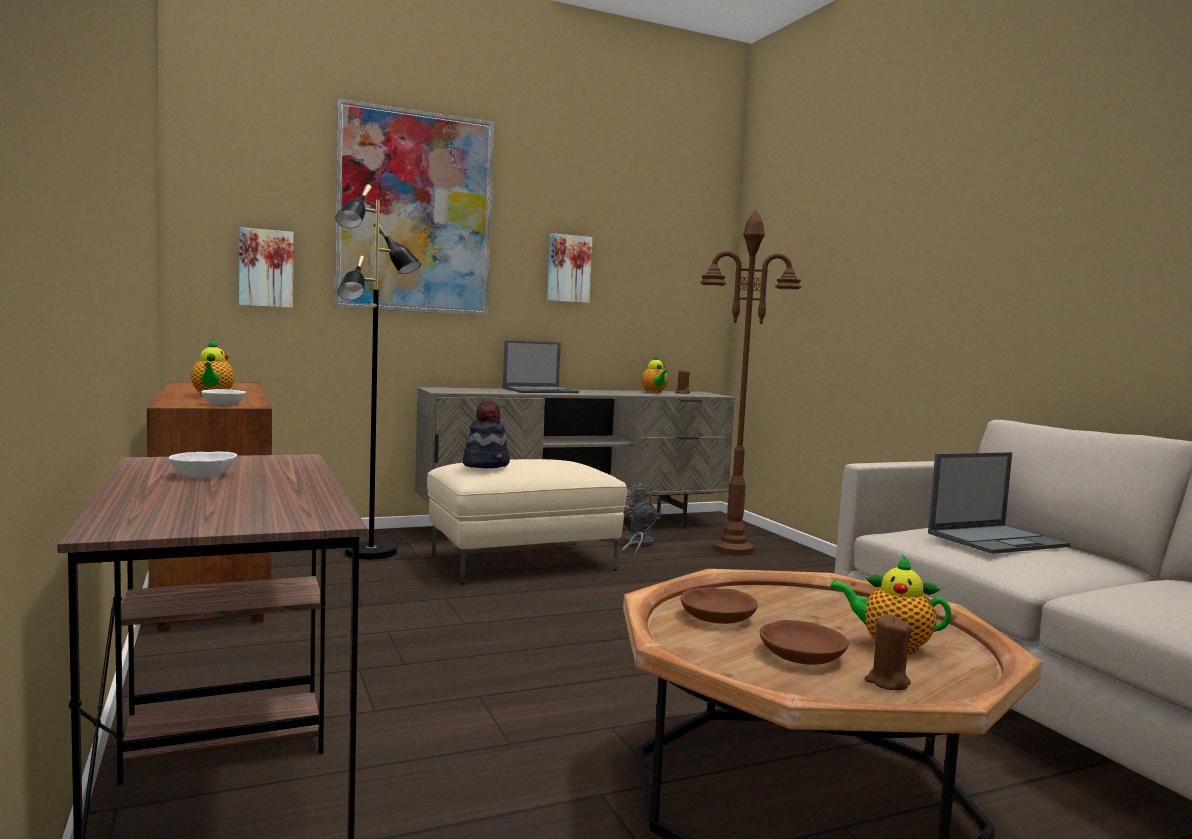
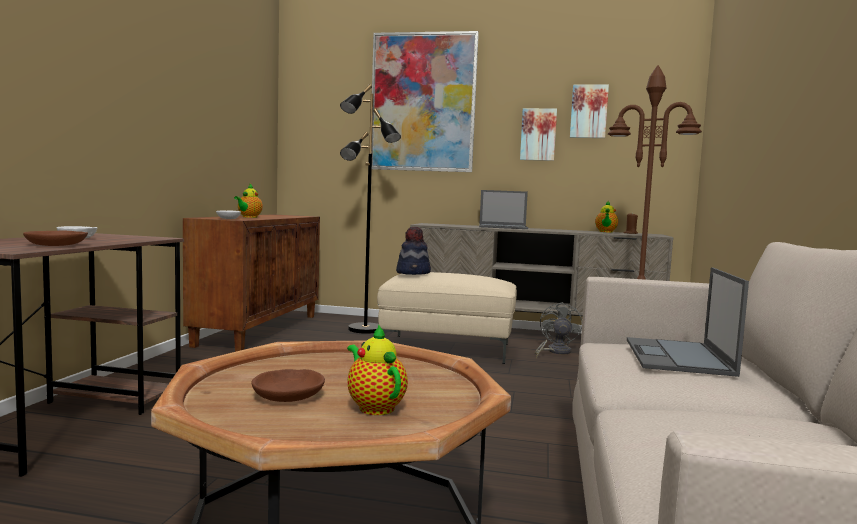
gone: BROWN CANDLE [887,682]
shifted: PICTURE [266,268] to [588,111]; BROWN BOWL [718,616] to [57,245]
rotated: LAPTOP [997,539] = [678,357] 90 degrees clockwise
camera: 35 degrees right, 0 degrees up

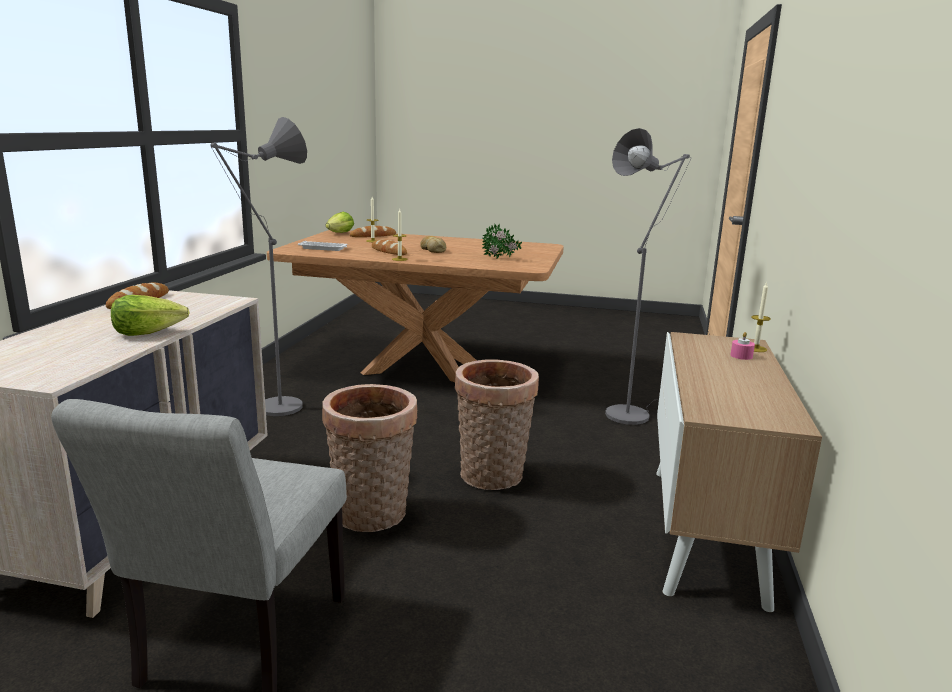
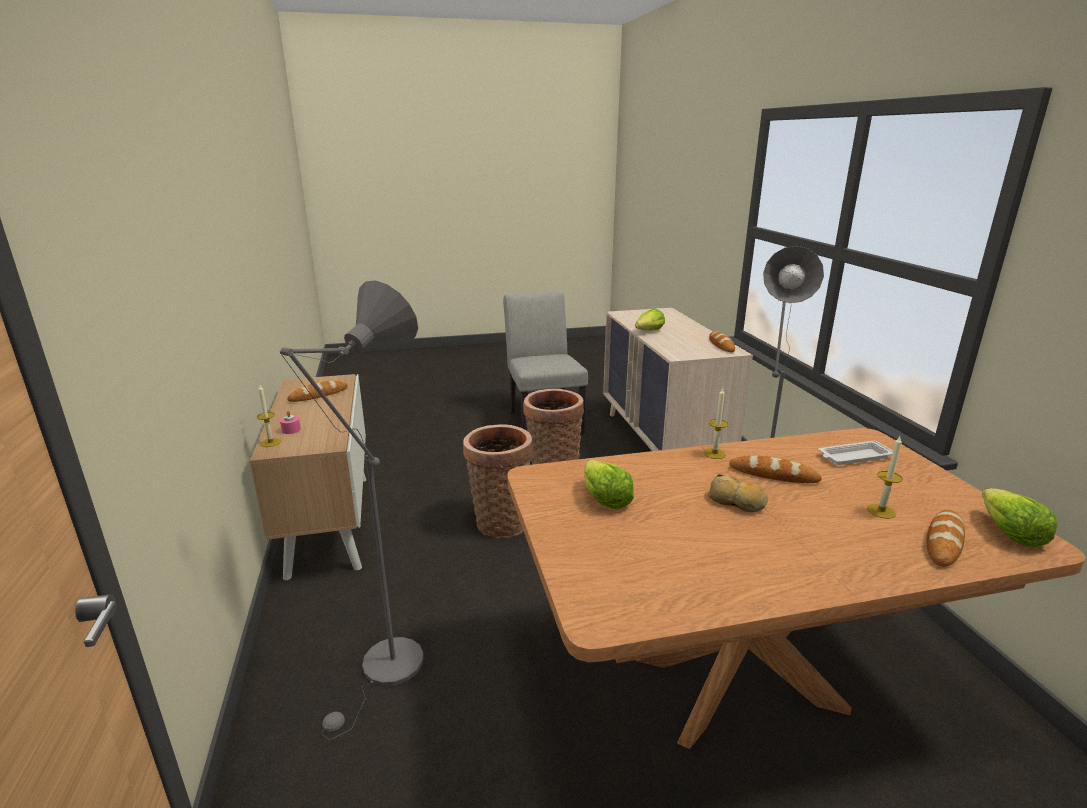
new: BREAD [318,395]
swapped: POTTED PLANT [501,259] to LETTUCE [604,499]
camera: 155 degrees right, 5 degrees up

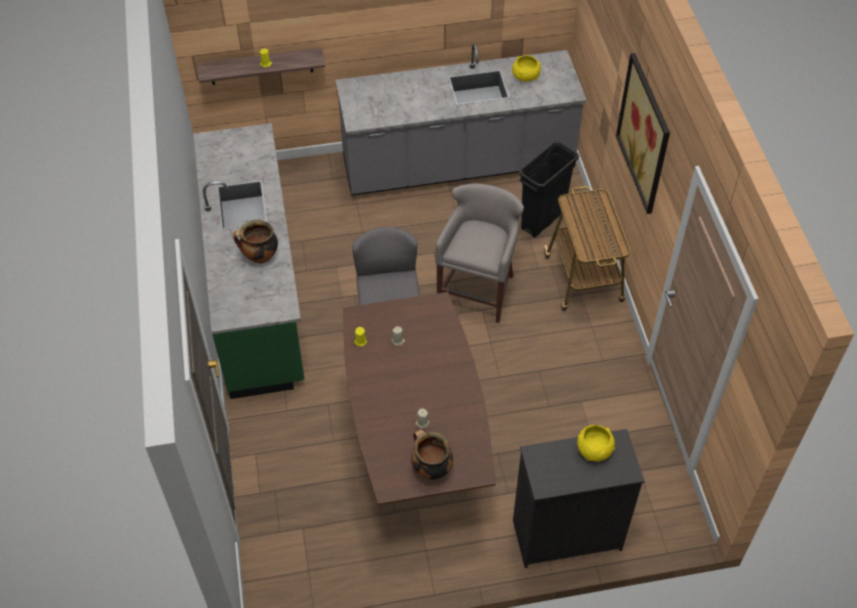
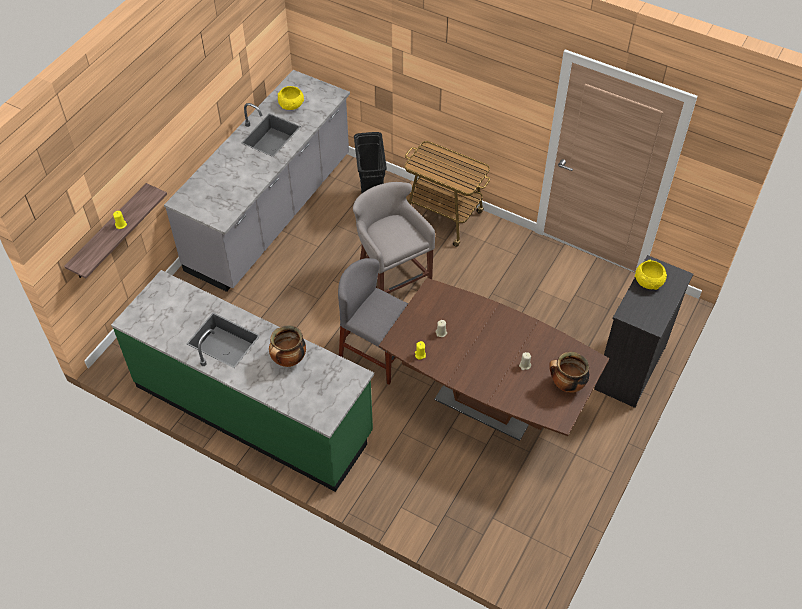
gone: PICTURE [644,133]
camera: 50 degrees left, 0 degrees up

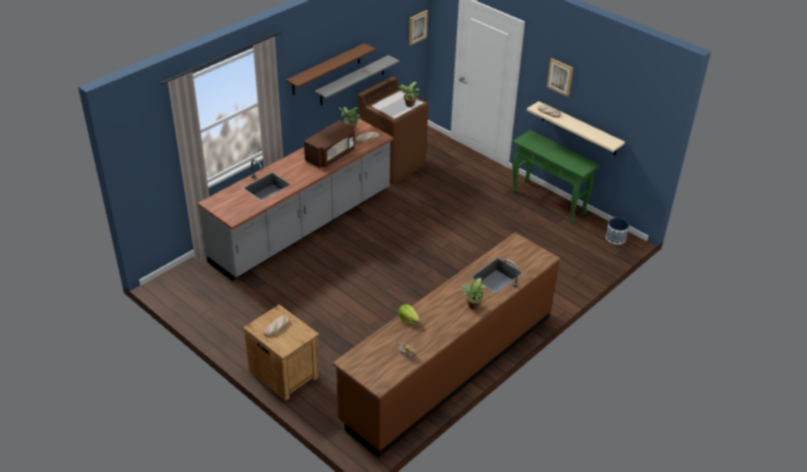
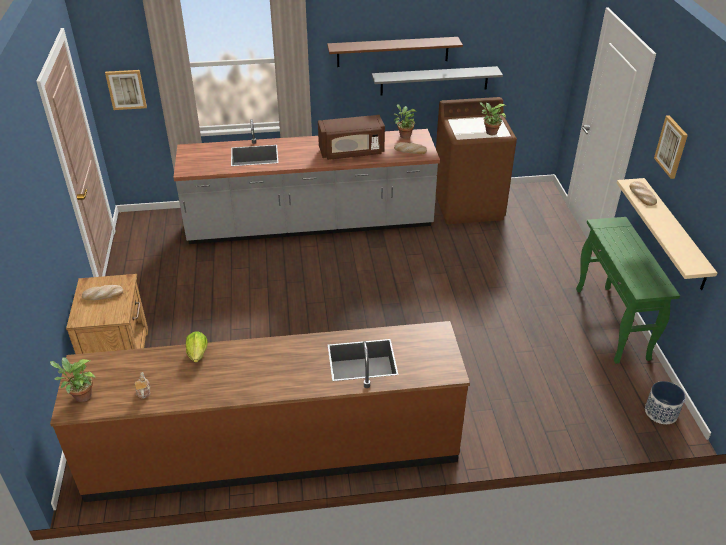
shifted: PICTURE [417,27] to [126,89]; POTTED PLANT [472,307] to [80,396]
camera: 40 degrees right, 0 degrees up

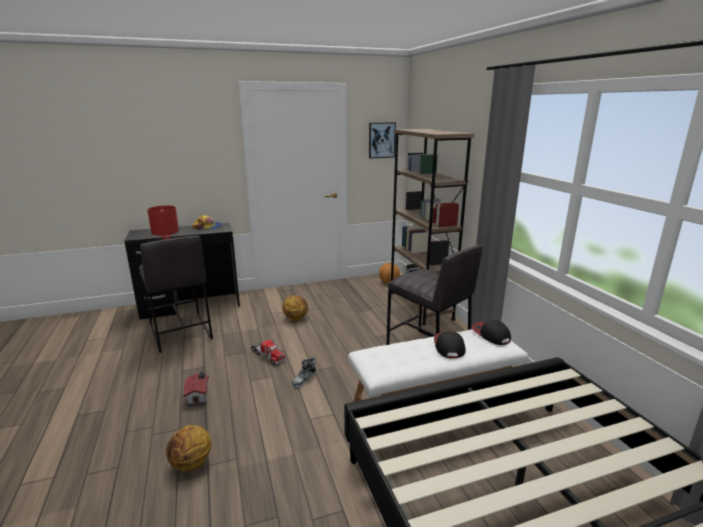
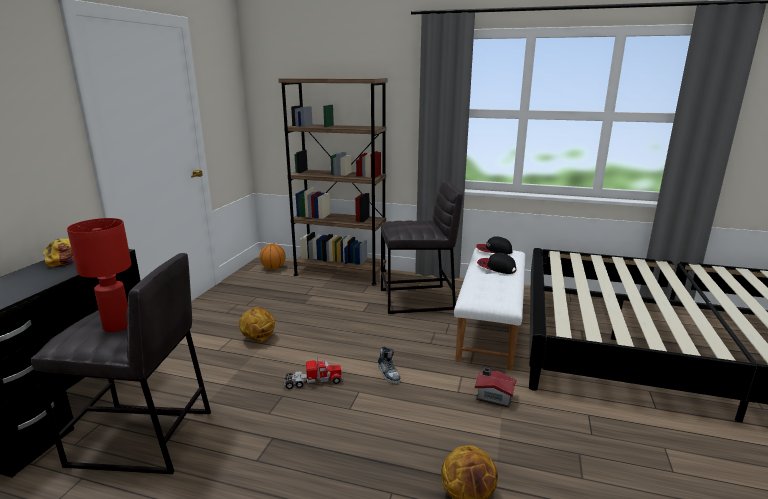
gone: PICTURE [381,140]
shifted: TOY HOUSE [199,396] to [493,396]
camera: 55 degrees left, 0 degrees up

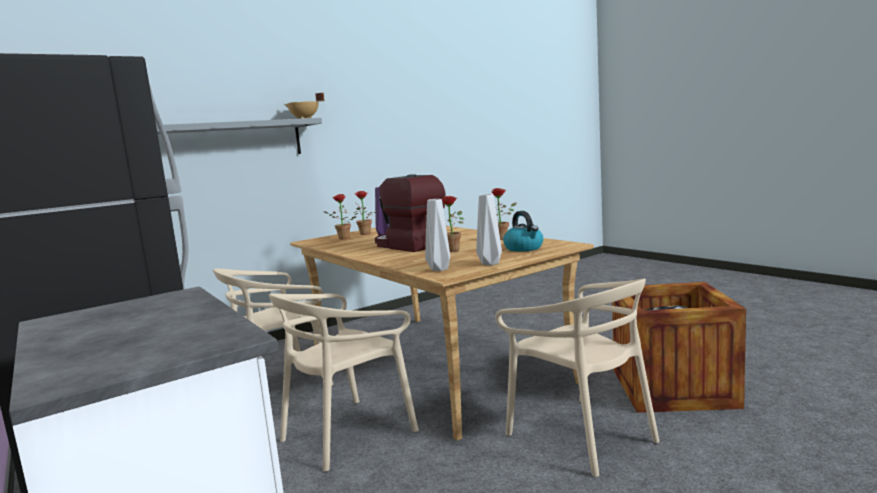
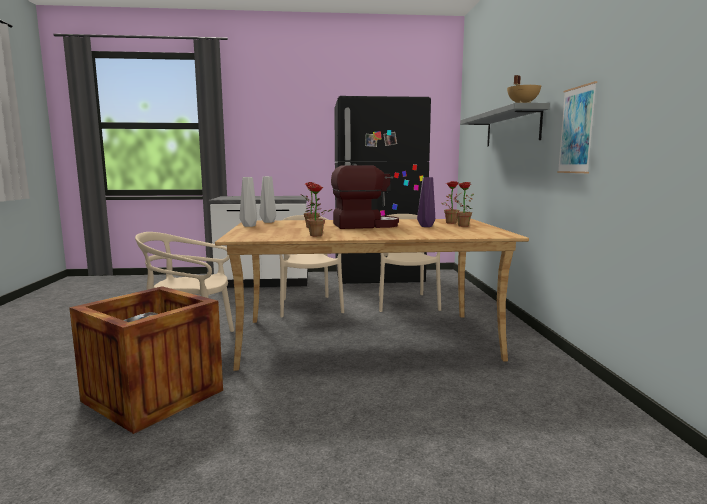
gone: KETTLE [524,248]
new: PICTURE [576,130]
camera: 120 degrees right, 0 degrees up

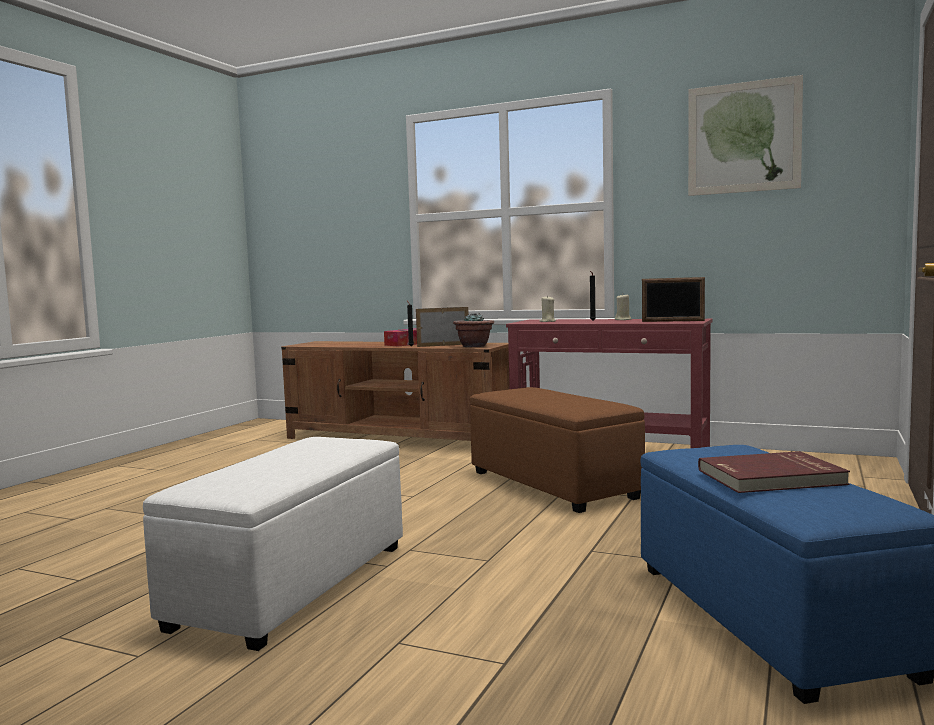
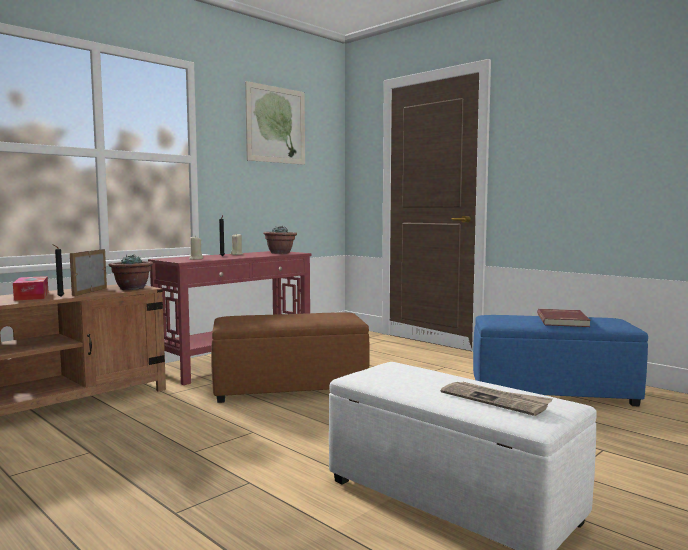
new: NEWSPAPER [495,400]
swapped: PICTURE FRAME [673,321] to POTTED PLANT [280,253]
camera: 70 degrees left, 0 degrees up

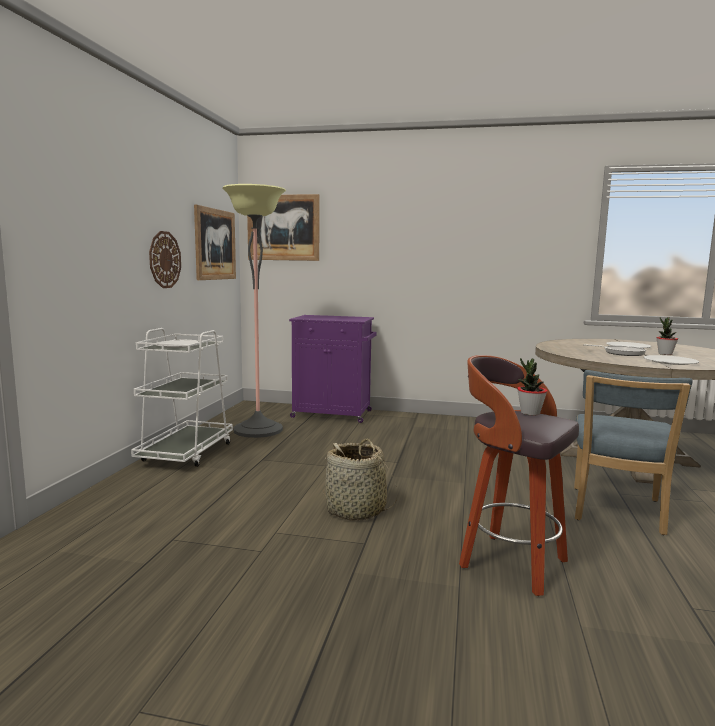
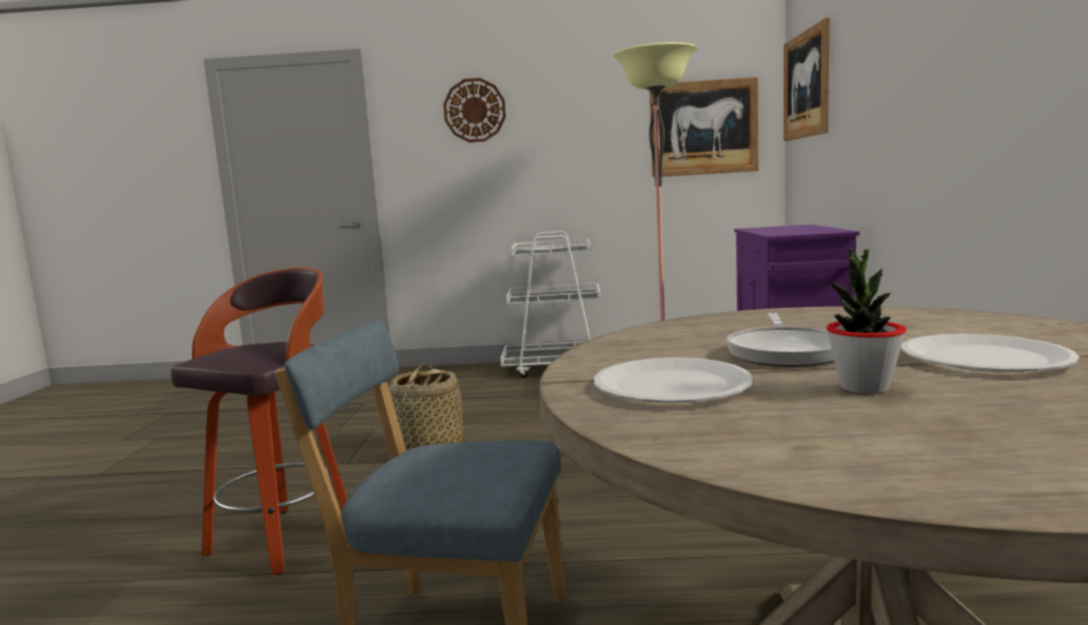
gone: POTTED PLANT [530,413]
shifted: WALL CLOCK [164,259] to [474,110]
camera: 80 degrees right, 0 degrees up

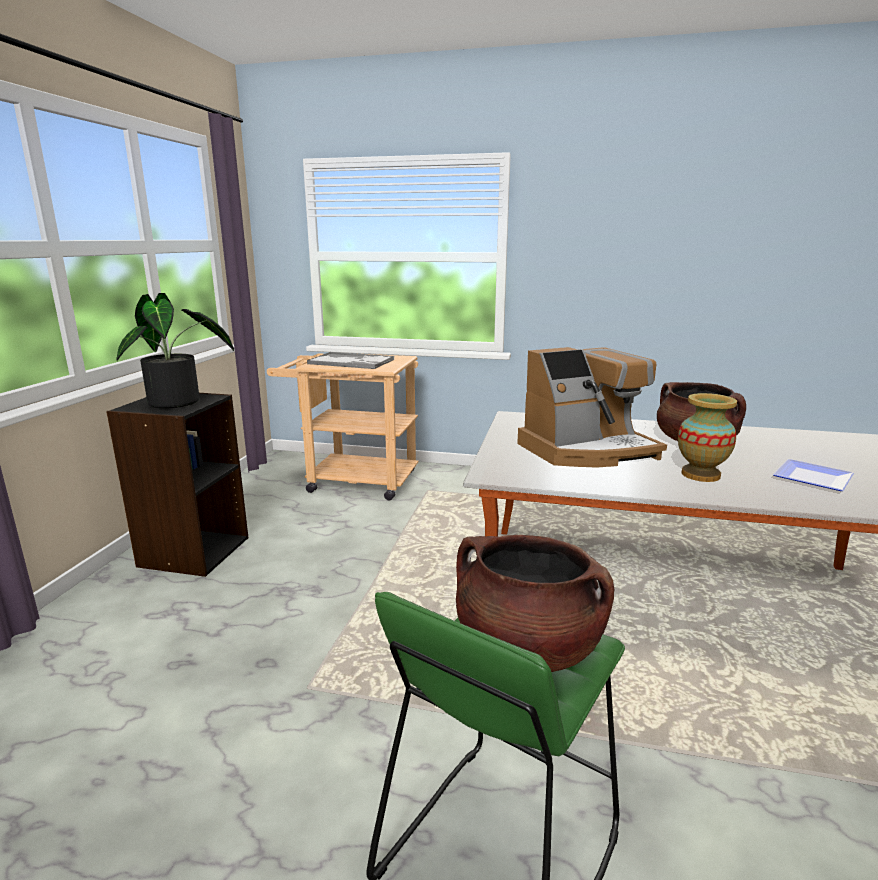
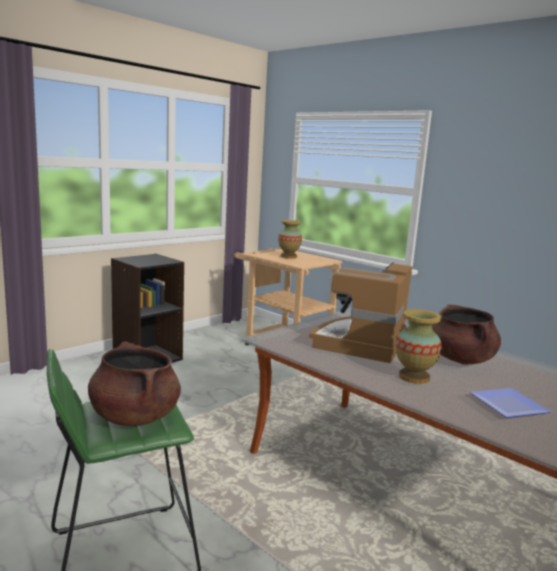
gone: POTTED PLANT [180,402]
swapped: TRAY [352,362] to VASE [289,257]
rotated: COFFEE MACHINE [587,450] = [361,343] 105 degrees clockwise
camera: 30 degrees right, 5 degrees down

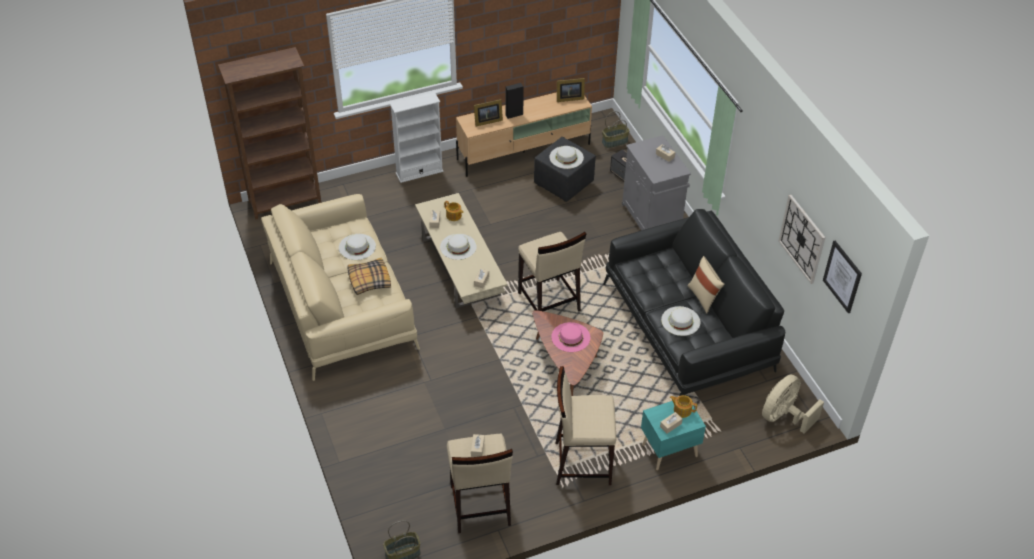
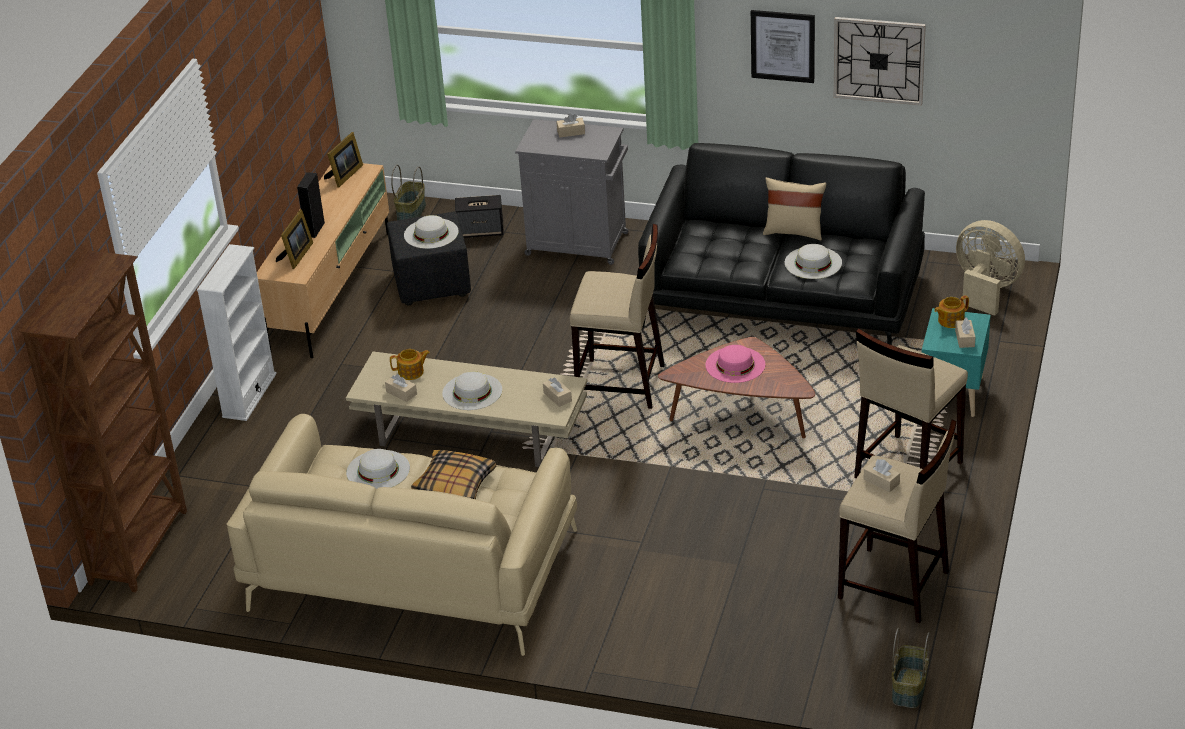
shifted: PICTURE [842,276] to [783,46]
rotated: BEIGE FAN [784,417] = [986,290] 135 degrees clockwise
camera: 50 degrees left, 10 degrees down

